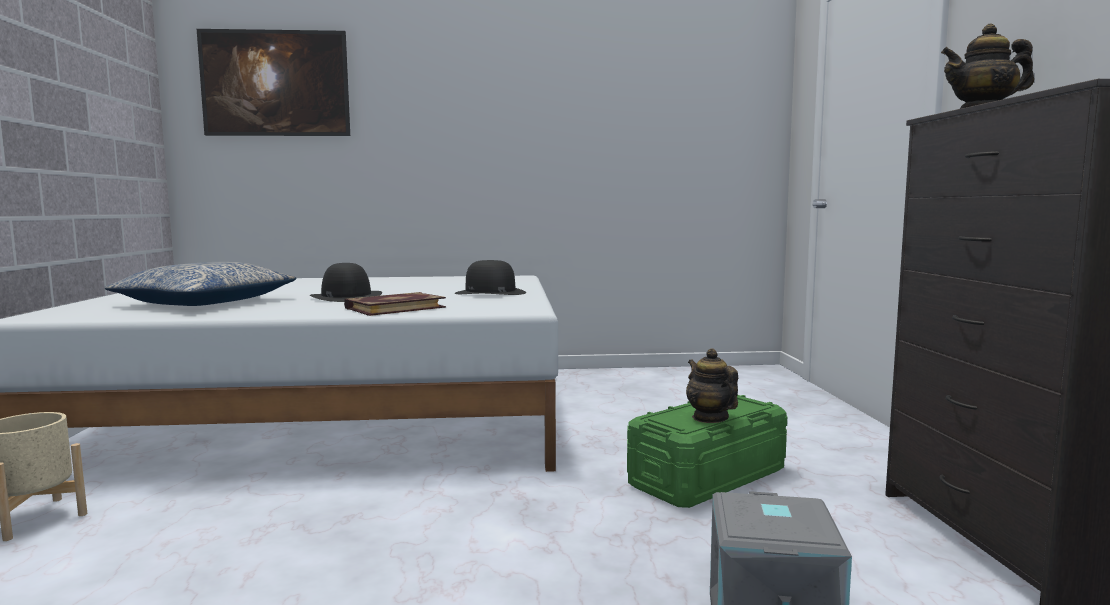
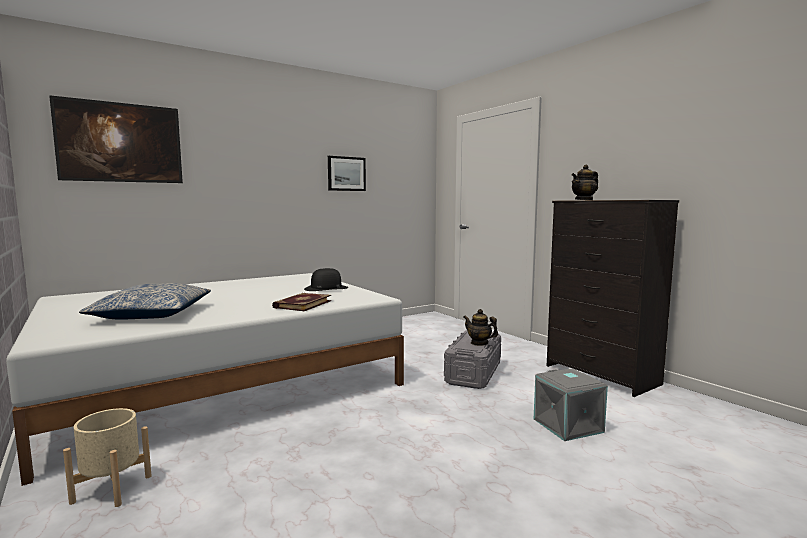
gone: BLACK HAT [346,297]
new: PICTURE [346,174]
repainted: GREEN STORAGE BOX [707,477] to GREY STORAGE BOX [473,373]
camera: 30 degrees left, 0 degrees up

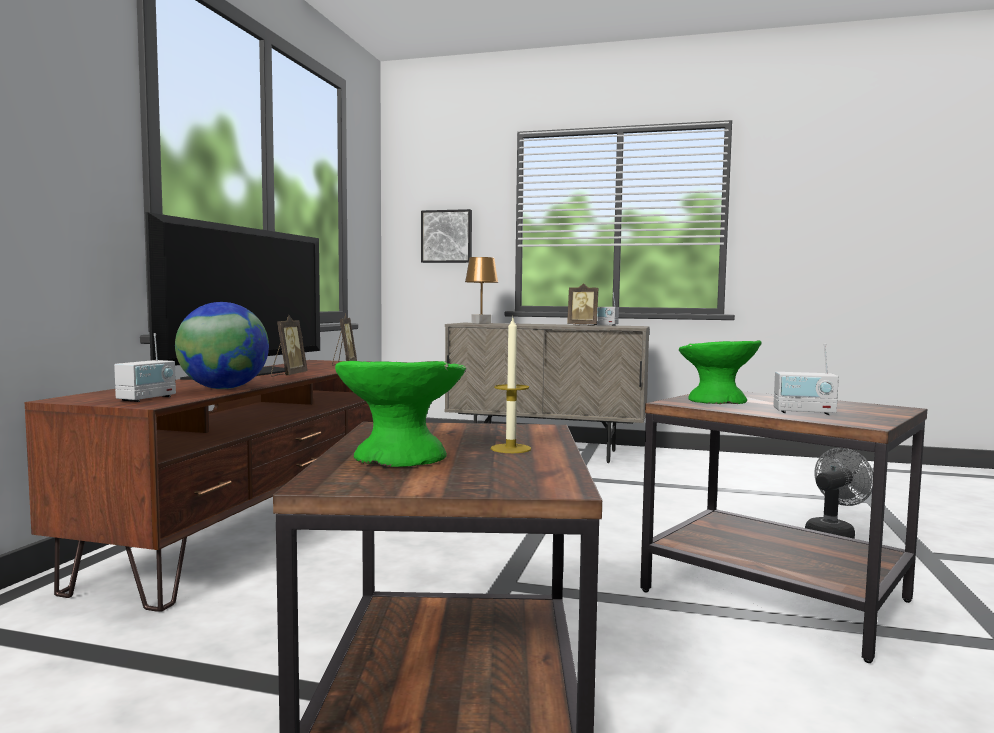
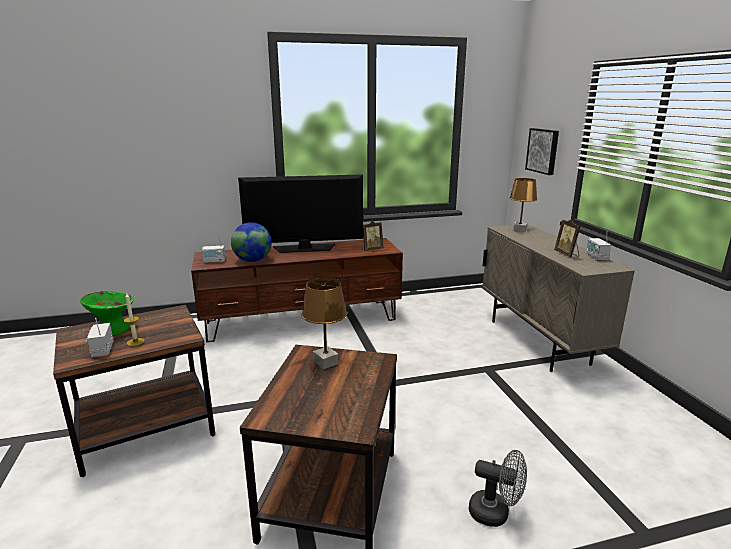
gone: PICTURE FRAME [288,375]
shifted: RADIO [804,412] to [102,350]
swapped: GREEN BOWL [717,401] to BROWN TABLE LAMP [325,362]
camera: 60 degrees right, 15 degrees up

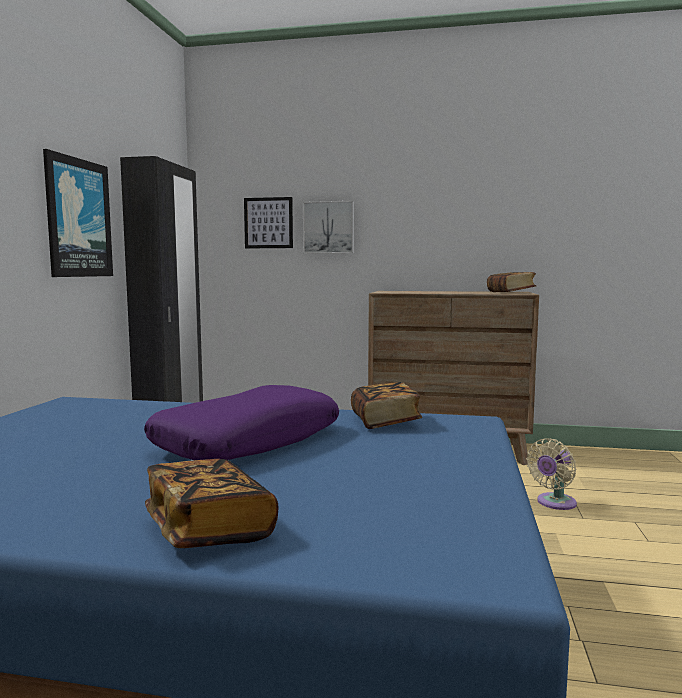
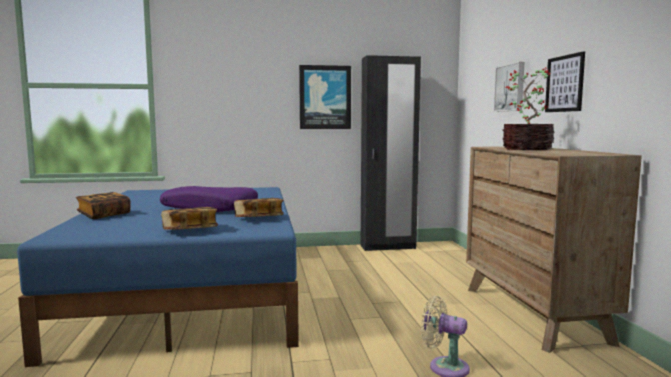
new: POTTED PLANT [527,149]
shifted: PICTURE [268,223] to [564,83]; BOOK [511,292] to [190,231]
camera: 70 degrees right, 0 degrees up

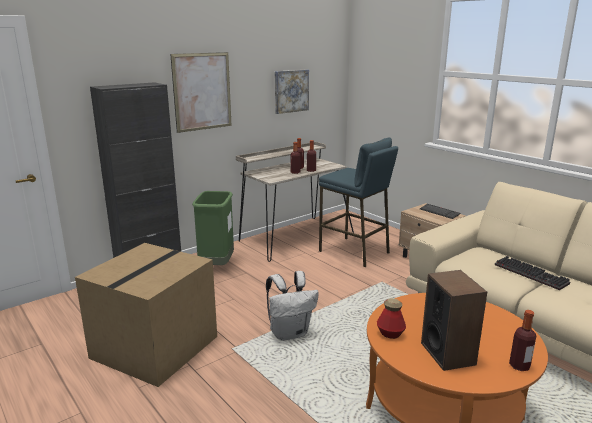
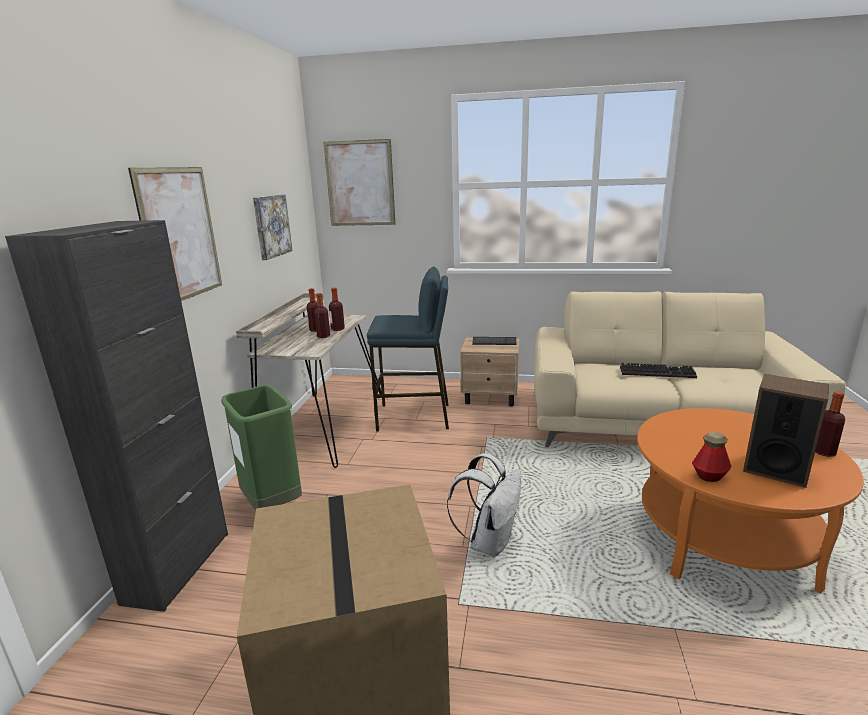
new: PICTURE [360,183]
camera: 40 degrees left, 0 degrees up

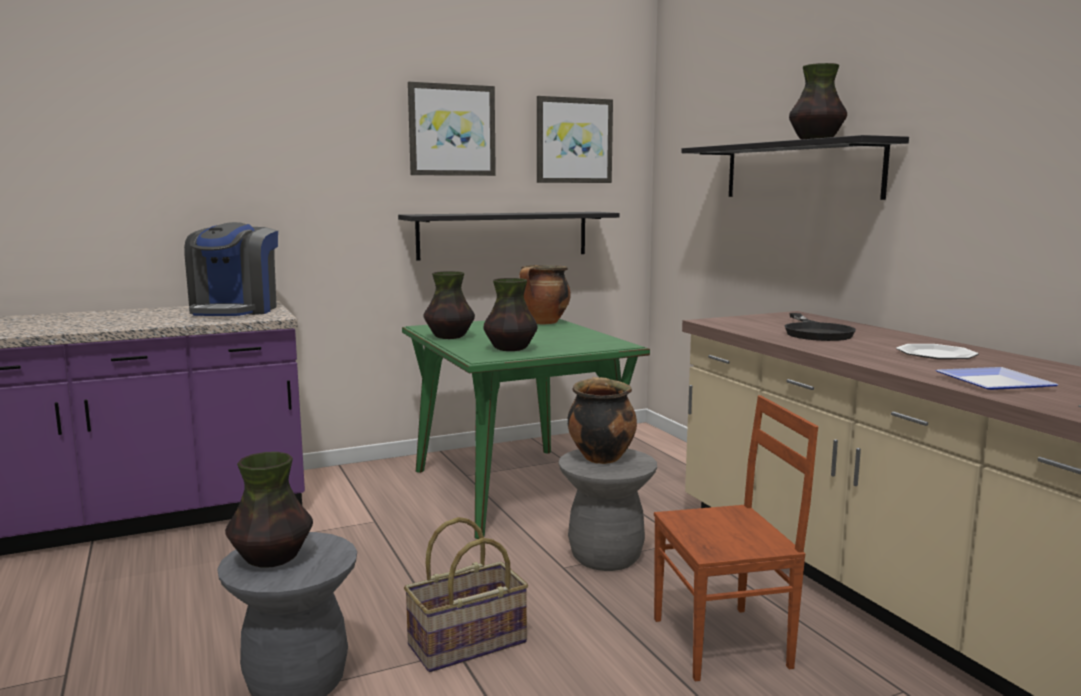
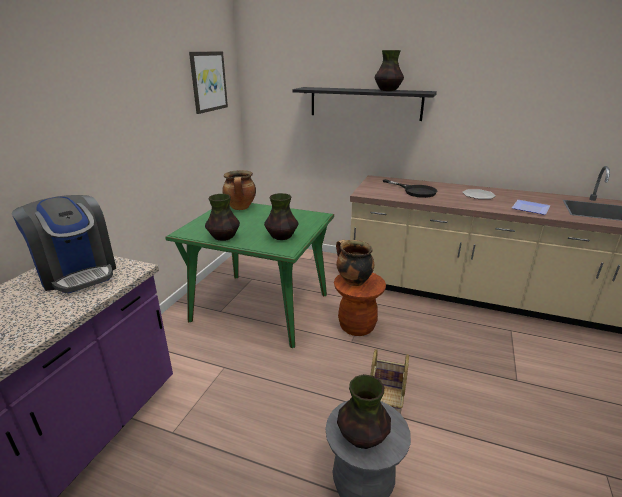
gone: BLACK SHELF [503,235]; PICTURE [452,130]; BROWN CHAIR [723,643]
repainted: GREY STOOL [606,557] to BROWN STOOL [357,326]
camera: 45 degrees left, 15 degrees up

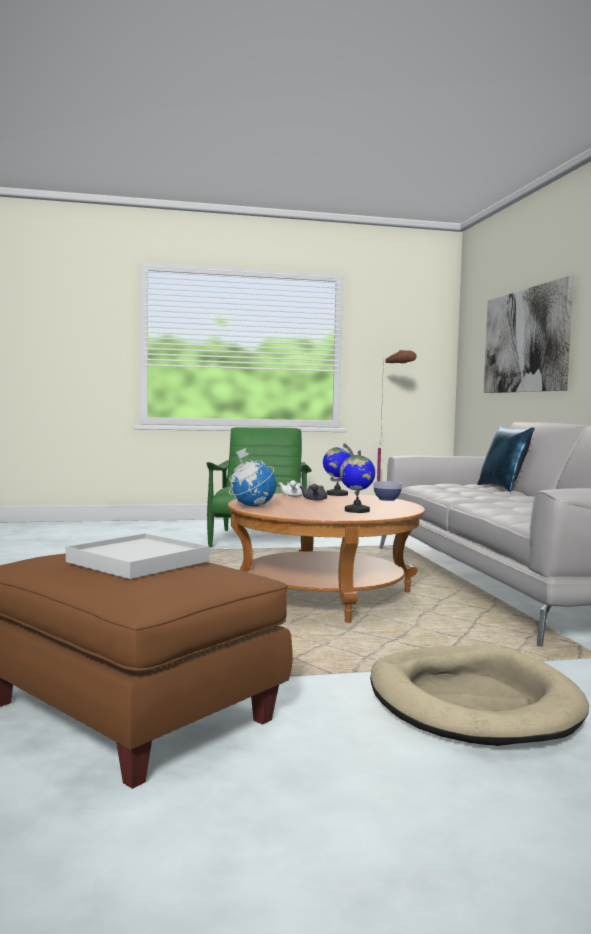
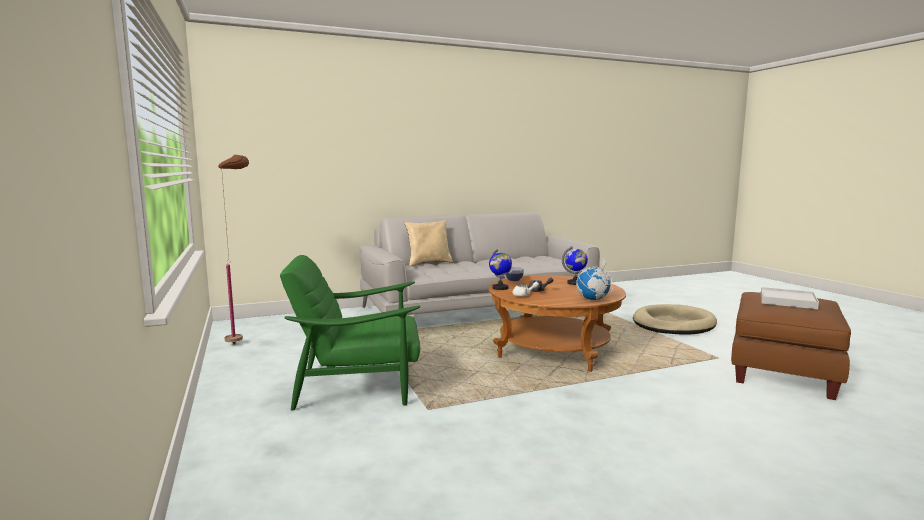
gone: PICTURE [525,341]
repainted: BLUE PILLOW [503,488] to BEIGE PILLOW [429,263]
camera: 100 degrees left, 5 degrees up

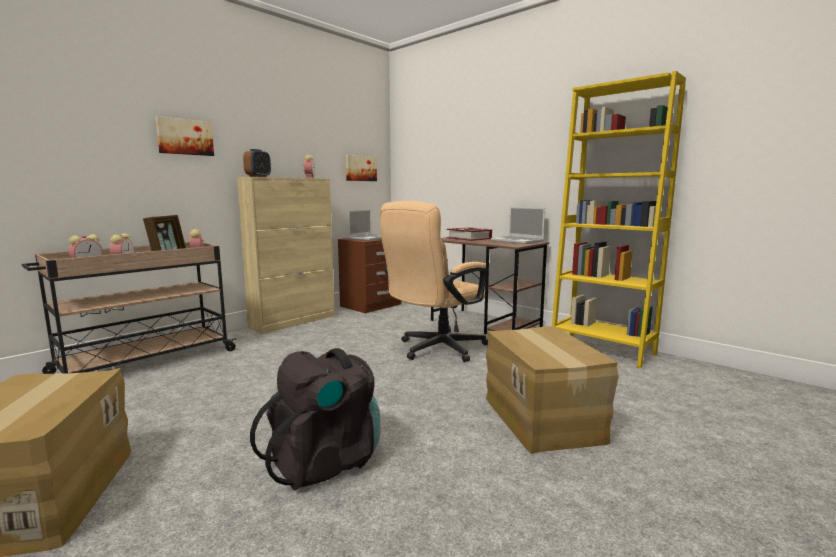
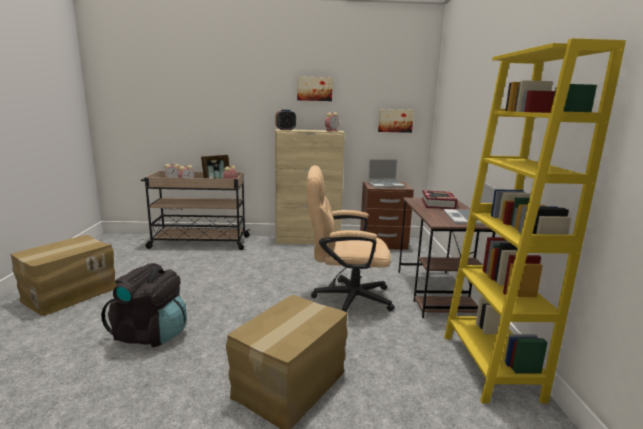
shifted: PICTURE [185,137] to [314,89]
camera: 45 degrees right, 5 degrees up

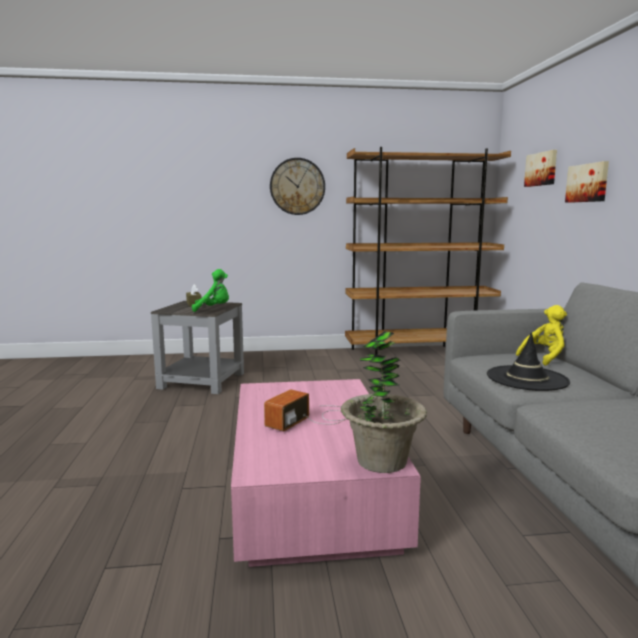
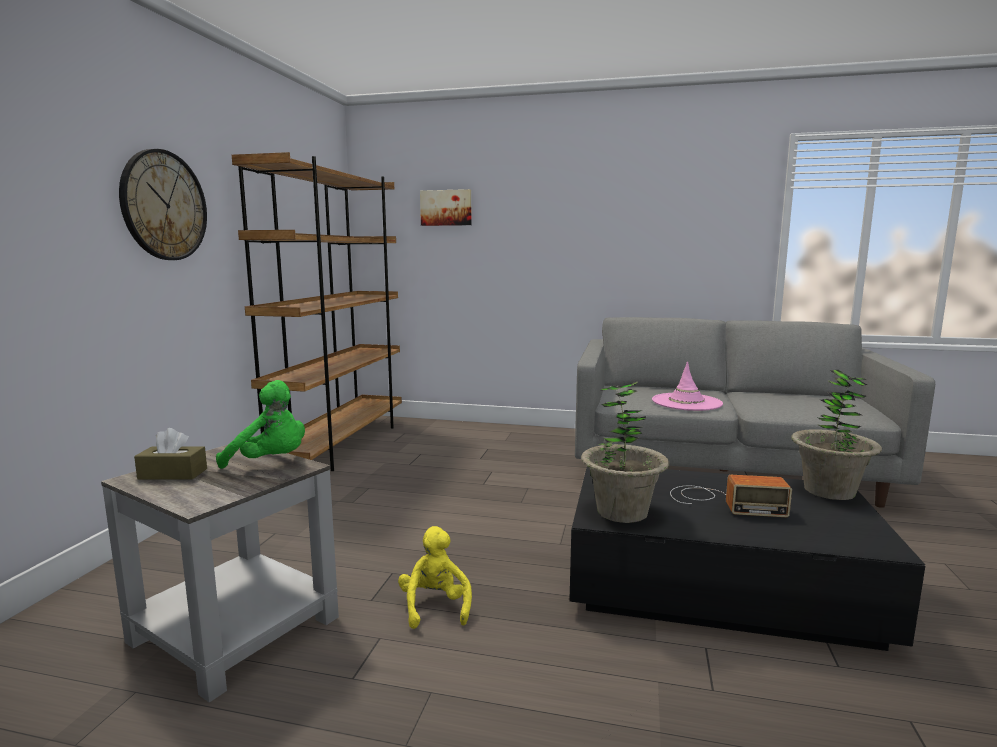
gone: PICTURE [588,183]
new: POTTED PLANT [622,512]
shifted: YELLOW PLUSH TOY [545,357] to [435,607]
repainted: PINK COFFEE TABLE [311,490] to BLACK COFFEE TABLE [718,585]; BLACK HAT [527,378] to PINK HAT [686,402]
rotated: GREEN PLUSH TOY [213,309] = [271,462] 90 degrees clockwise; RADIO [314,418] = [722,501] 45 degrees counterclockwise
camera: 70 degrees left, 0 degrees up

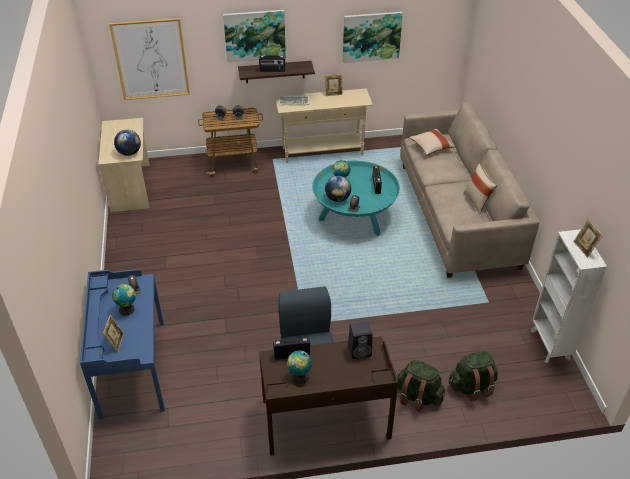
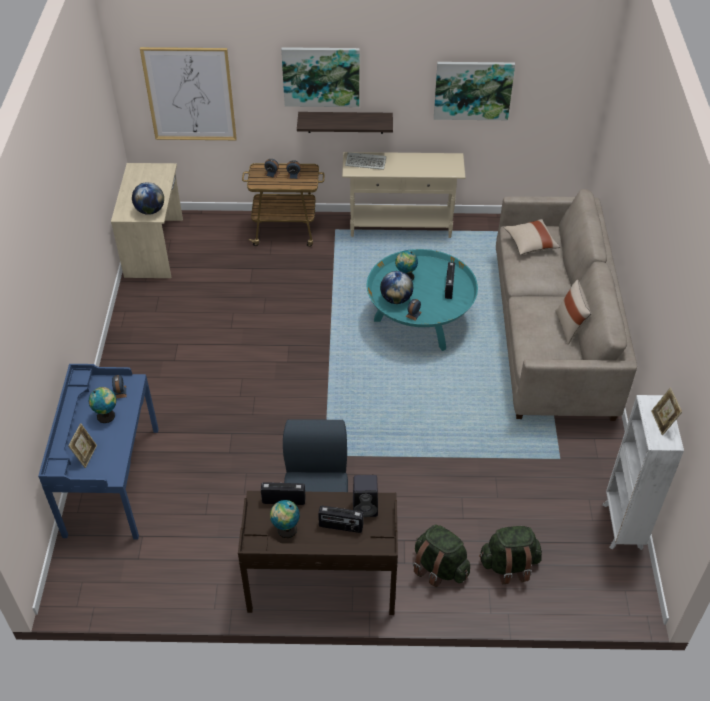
gone: PICTURE FRAME [333,93]
shifted: RADIO [272,70] to [341,526]
camera: 10 degrees right, 5 degrees up

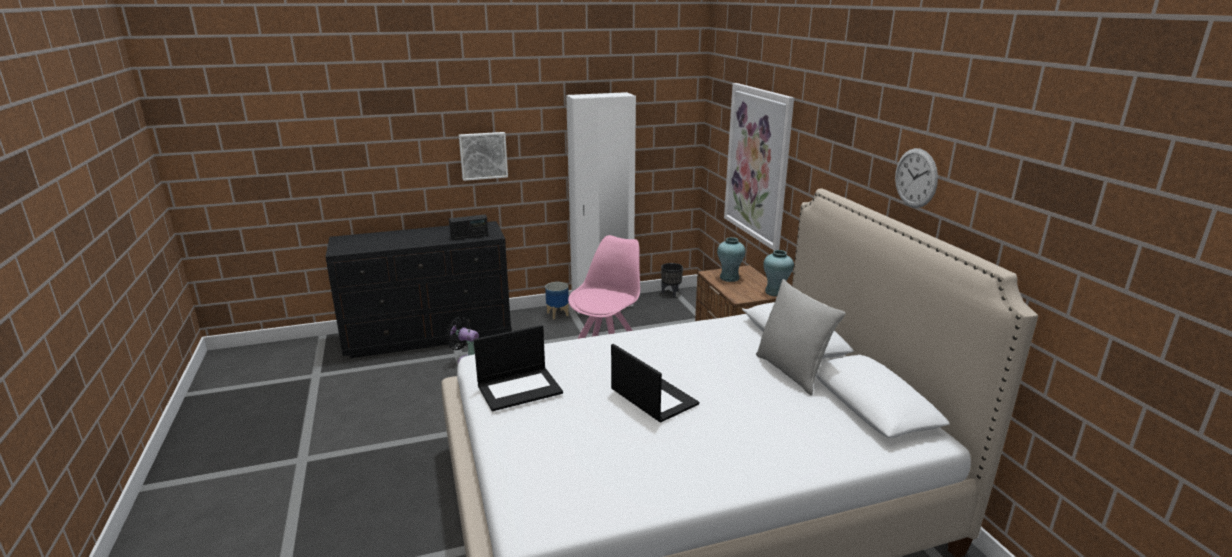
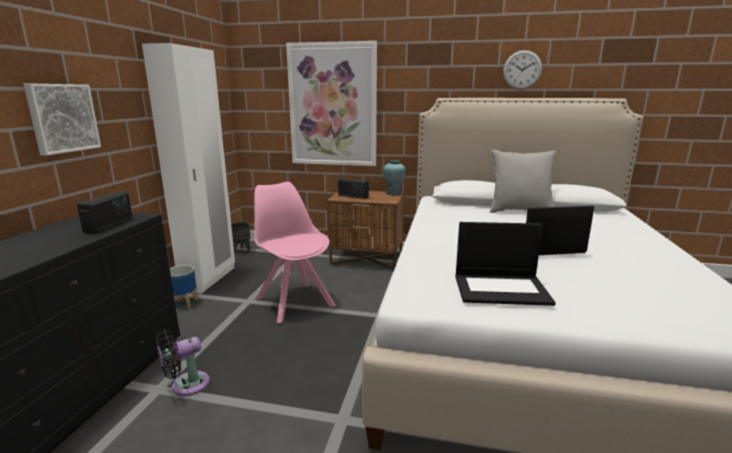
swapped: TURQUOISE VASE [729,278] to RADIO [353,196]
rotated: LAPTOP [520,388] = [502,289] 90 degrees clockwise
camera: 60 degrees left, 5 degrees down

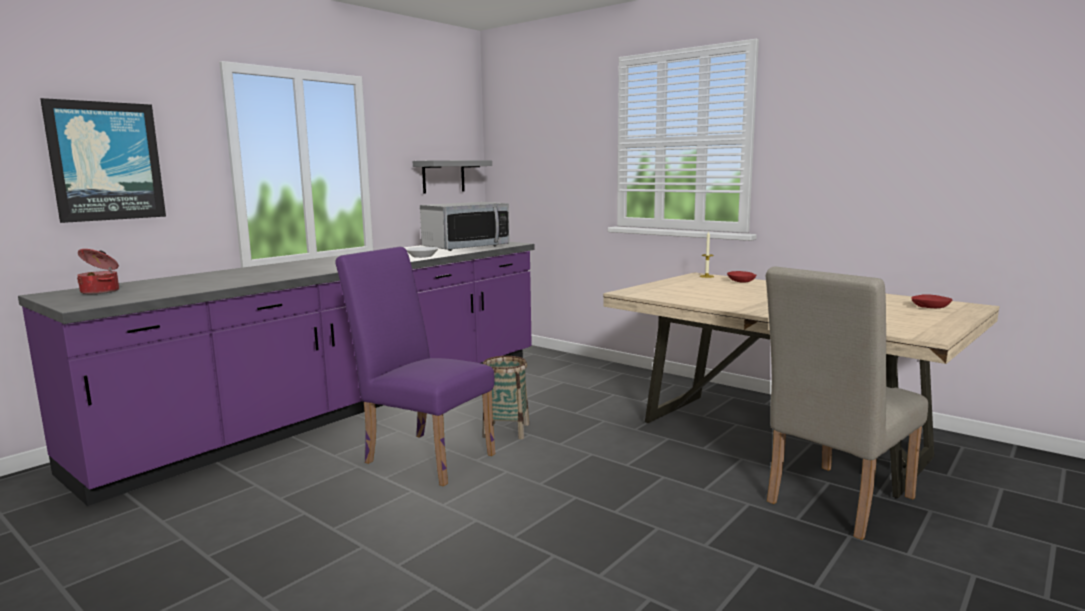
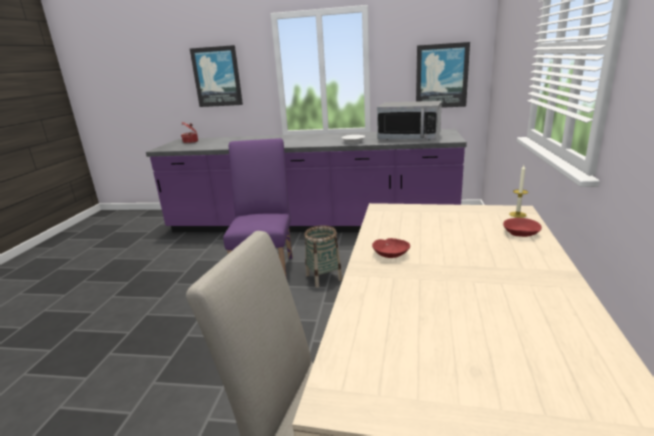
shifted: RED BOWL [930,307] to [390,254]
swapped: GREY SHELF [443,176] to PICTURE [441,76]
camera: 60 degrees right, 10 degrees up

